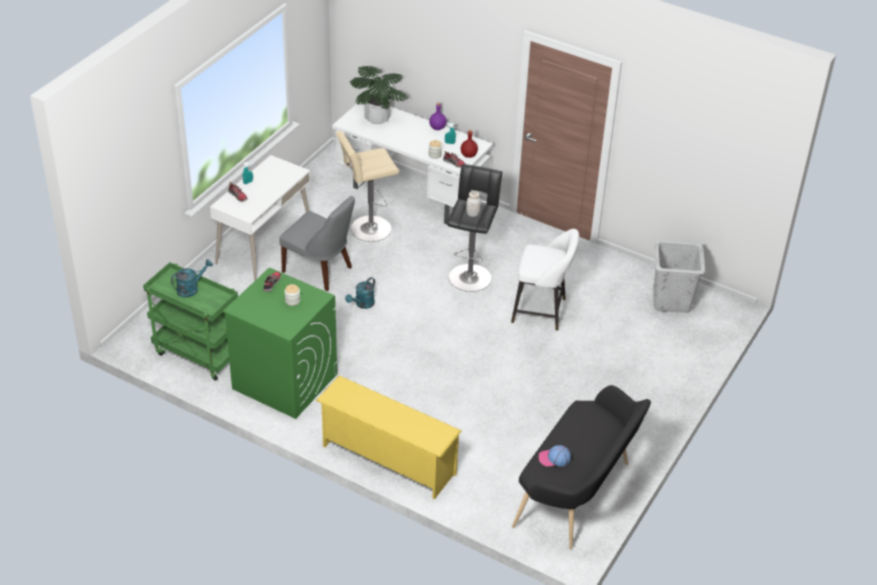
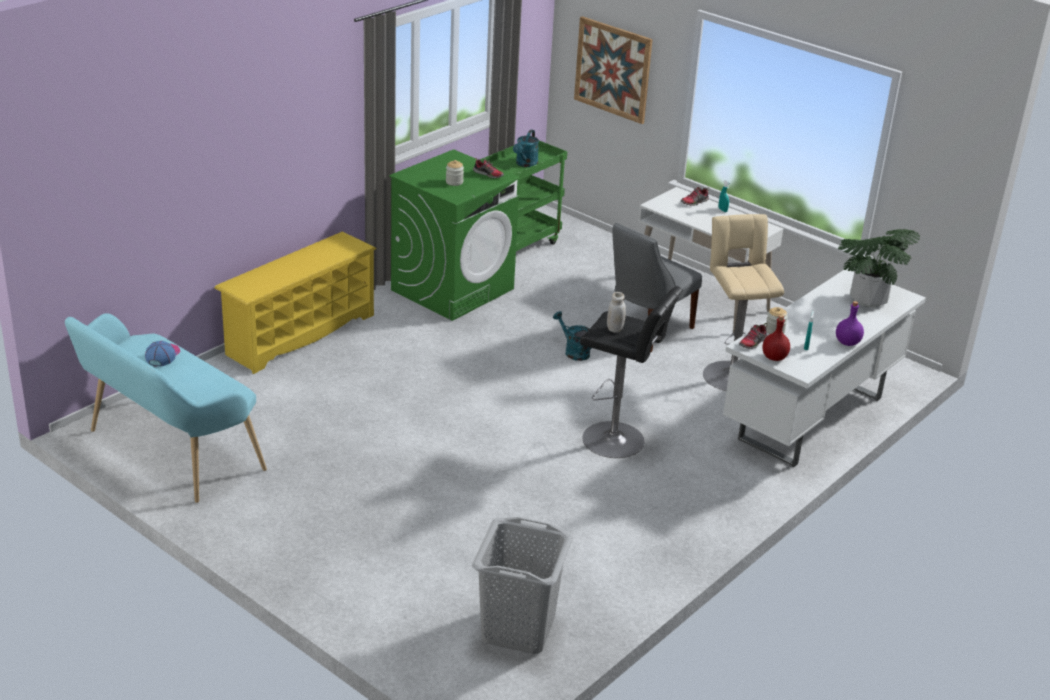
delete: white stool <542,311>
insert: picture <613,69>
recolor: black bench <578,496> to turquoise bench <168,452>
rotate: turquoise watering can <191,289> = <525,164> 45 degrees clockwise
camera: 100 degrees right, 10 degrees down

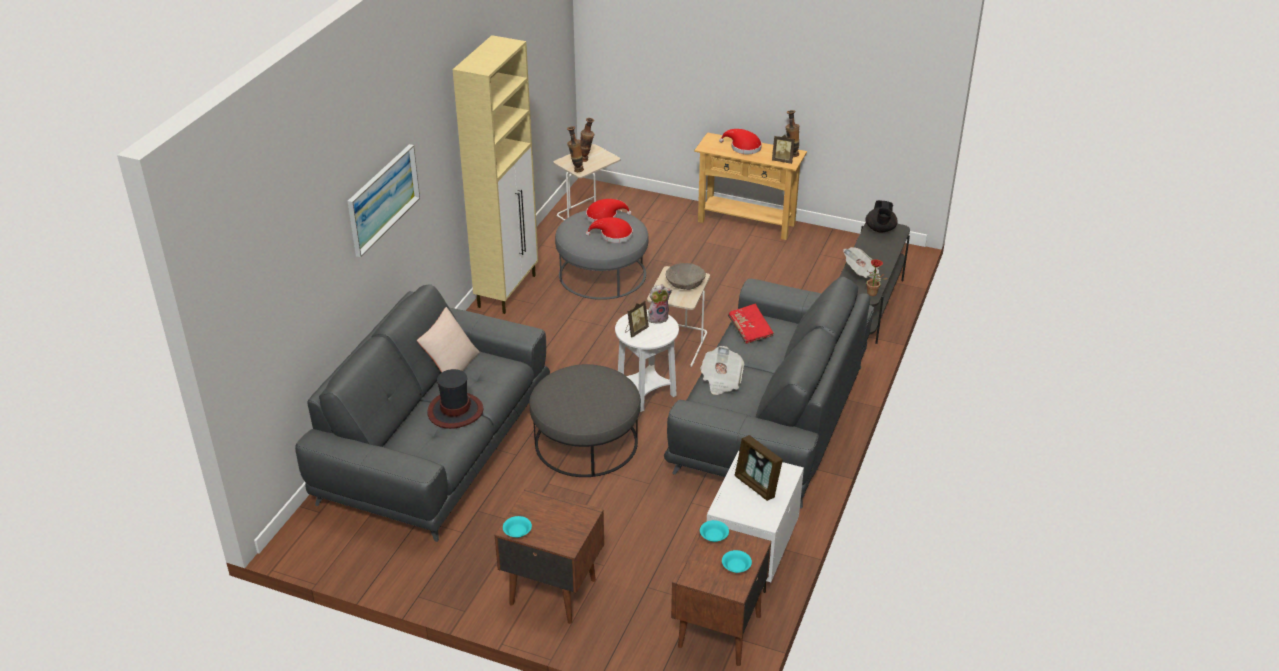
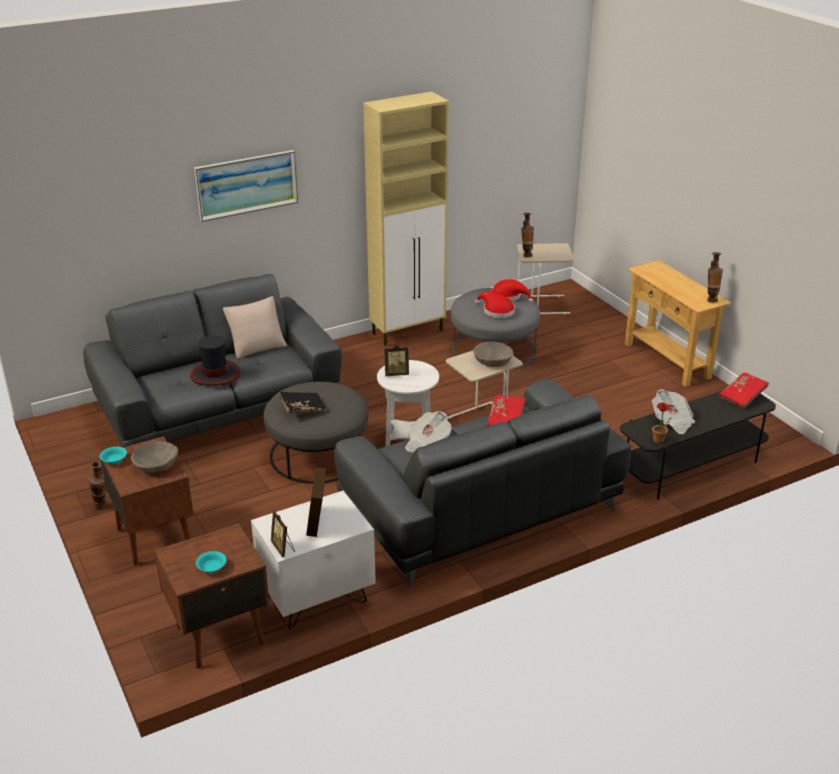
delete: plush toy <658,318>; turquoise bowl <713,536>; red hat <743,147>
insert: beige bowl <156,465>; black book <302,409>
move: vase <586,160> to <102,507>; picture frame <783,160> to <283,548>
replace: black teapot <880,229> to red book <742,396>
camera: 40 degrees right, 5 degrees down

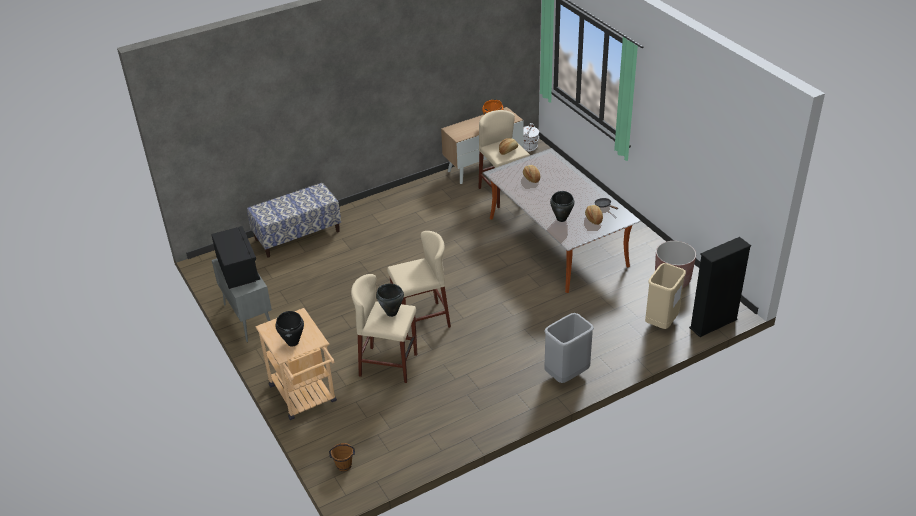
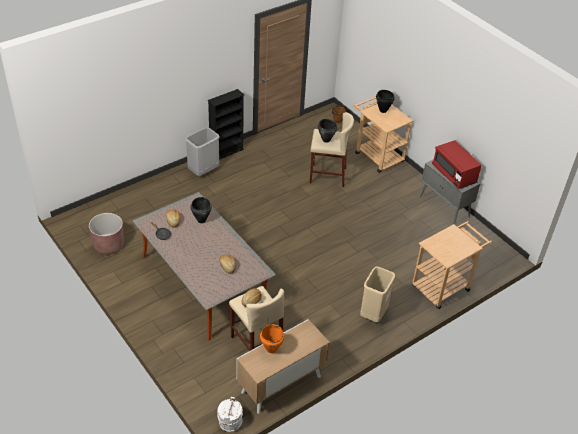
delete: beige stool <421,320>
move: beige trash can <661,322> to <373,314>; black bookcase <713,324> to <226,152>
replace: bench <297,235> to beige cart <444,285>
recolor: black microwave <238,270> to red microwave <454,174>
camera: 170 degrees right, 5 degrees up

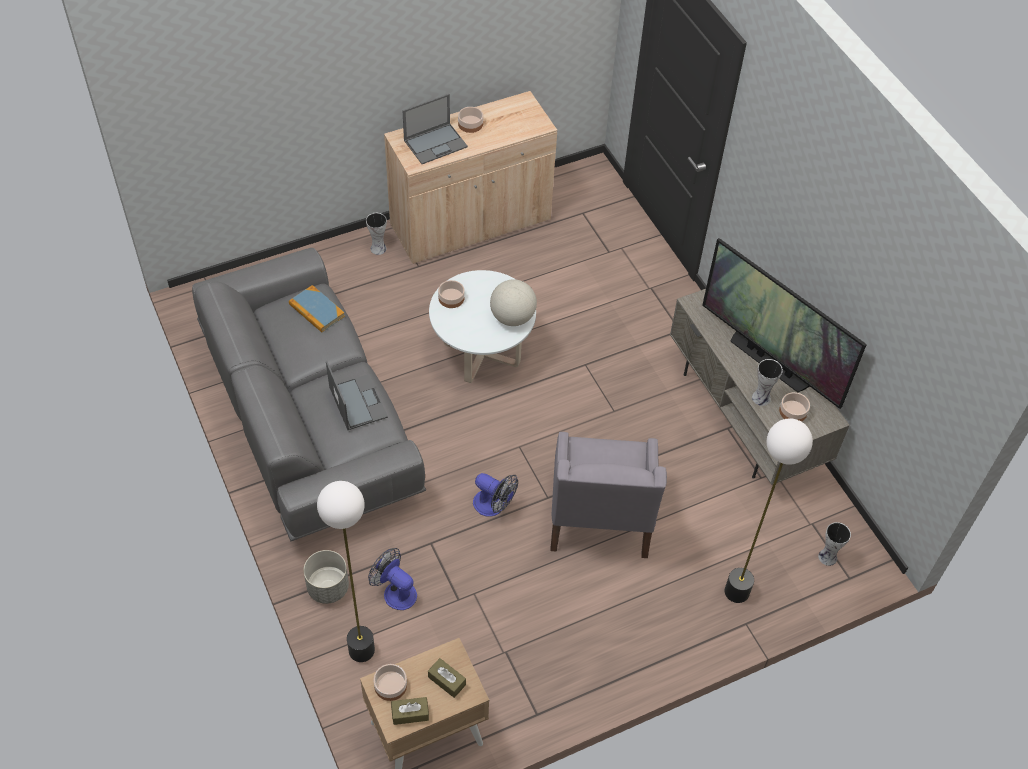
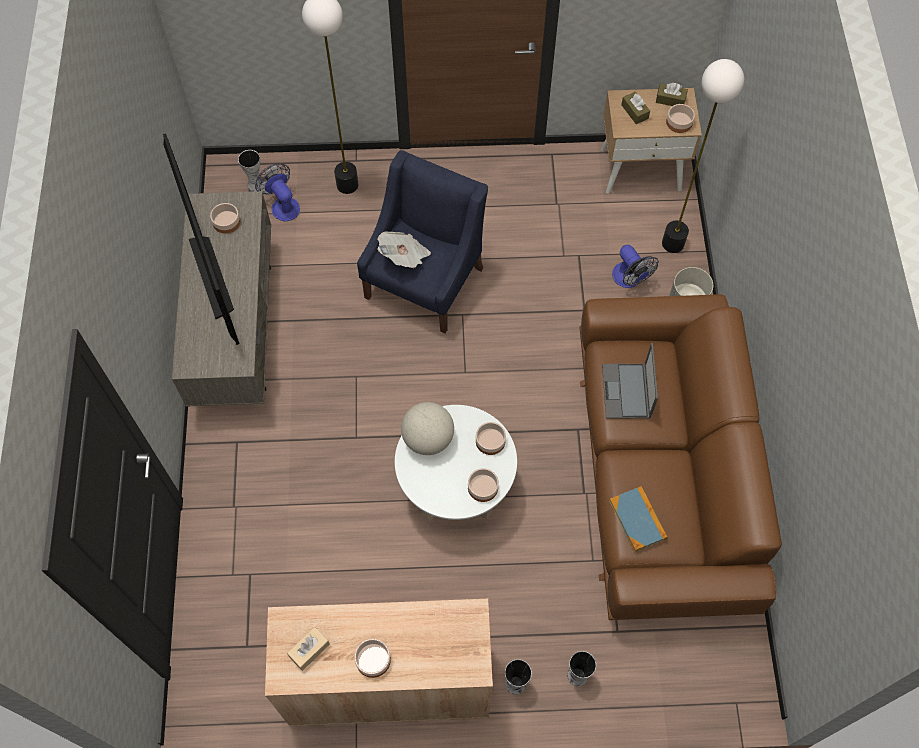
delete: laptop <436,143>
insert: beige tissue box <309,650>; newspaper <404,256>; bowl <490,441>
move: fan <494,506> to <282,205>; vase <762,397> to <576,676>
recolor: grey sofa <309,419> to brown sofa <661,475>; grey armchair <599,517> to blue armchair <425,281>
camera: 155 degrees left, 10 degrees up

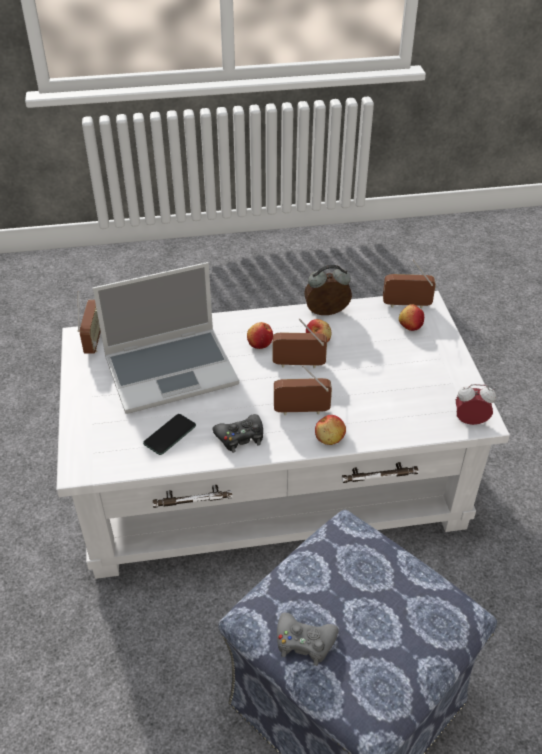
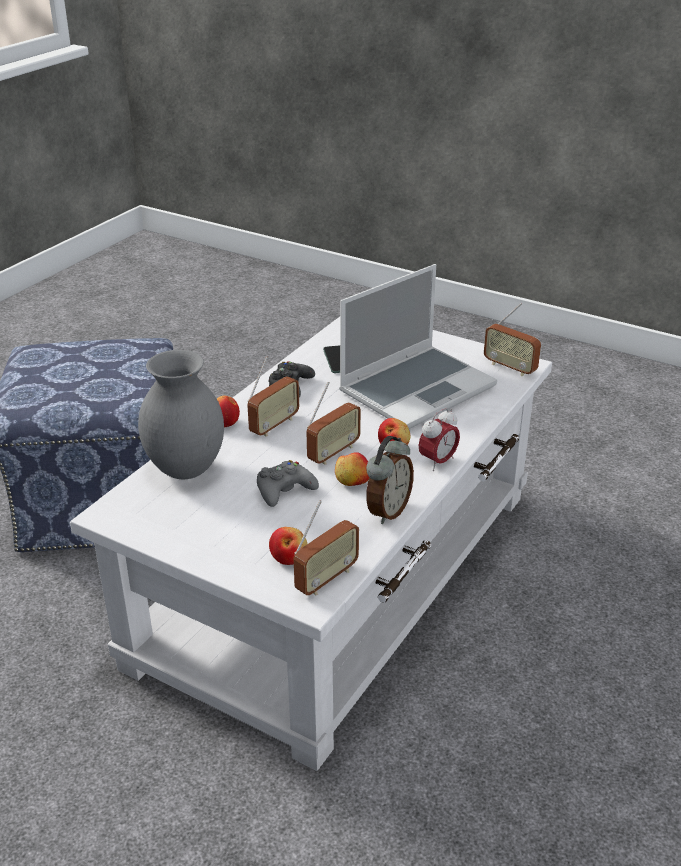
insert: grey vase <187,469>
move: grey game controller <304,642> to <284,490>; alarm clock <470,421> to <438,462>
rotate: laptop <172,370> = <417,388> 150 degrees counterclockwise
camera: 130 degrees right, 10 degrees down

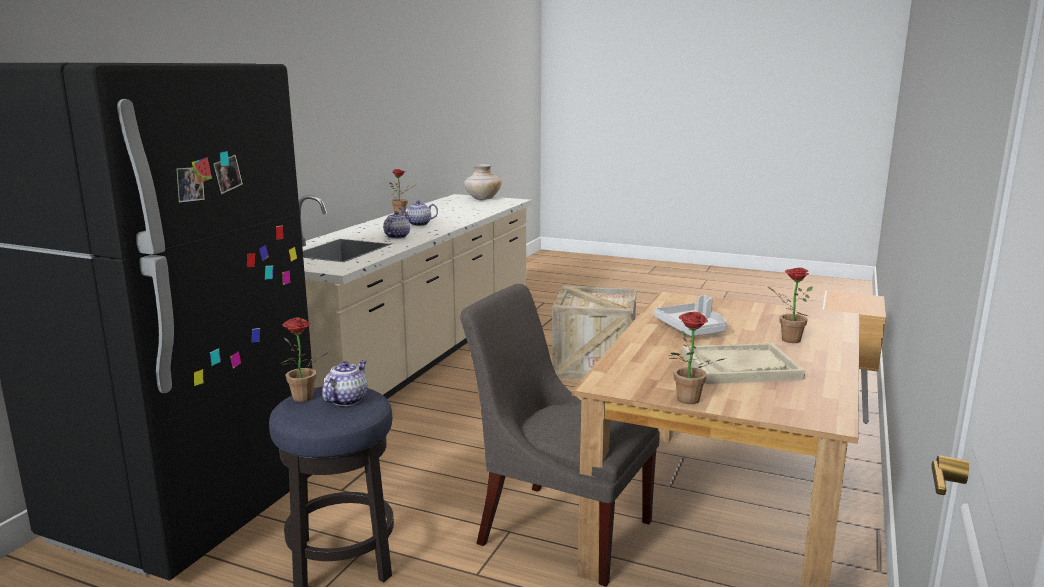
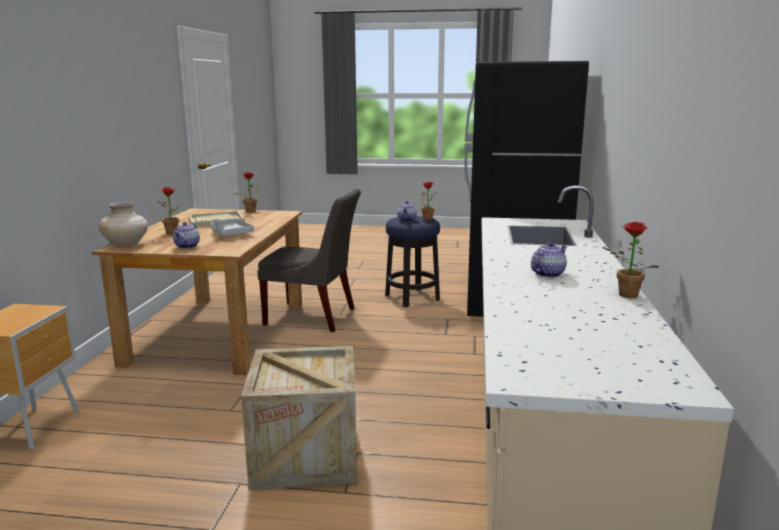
move: teapot <397,236> to <187,246>; beige vase <482,199> to <126,244>
camera: 165 degrees right, 0 degrees up

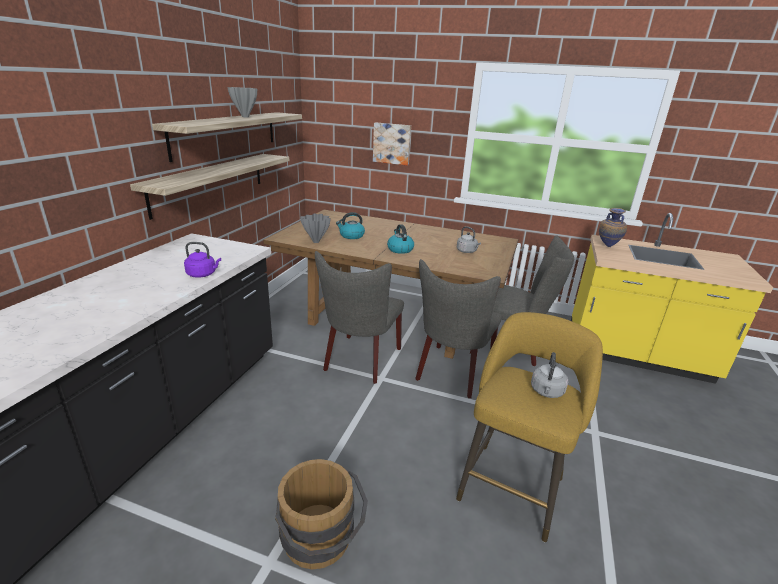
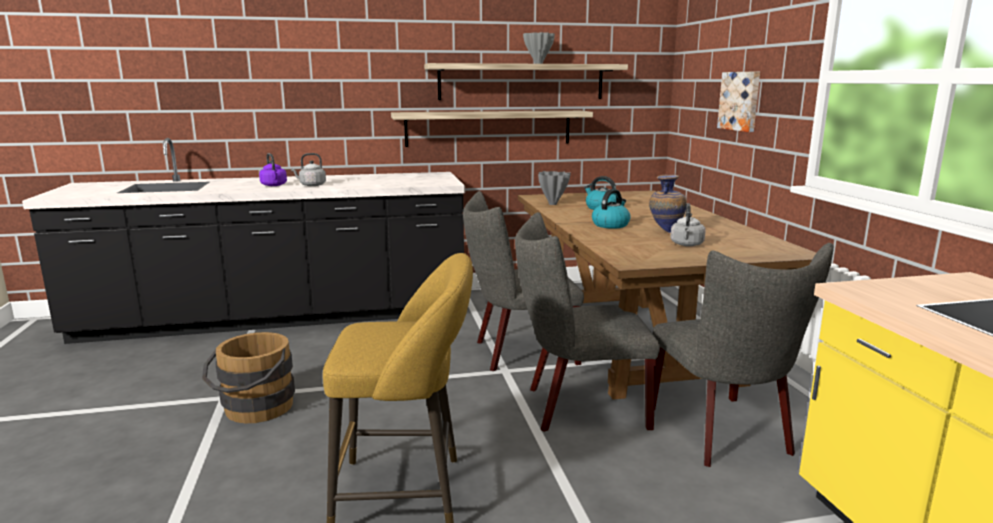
move: purple kettle <203,274> to <274,185>; grey kettle <546,392> to <311,185>; vase <607,247> to <665,231>
camera: 60 degrees right, 10 degrees down

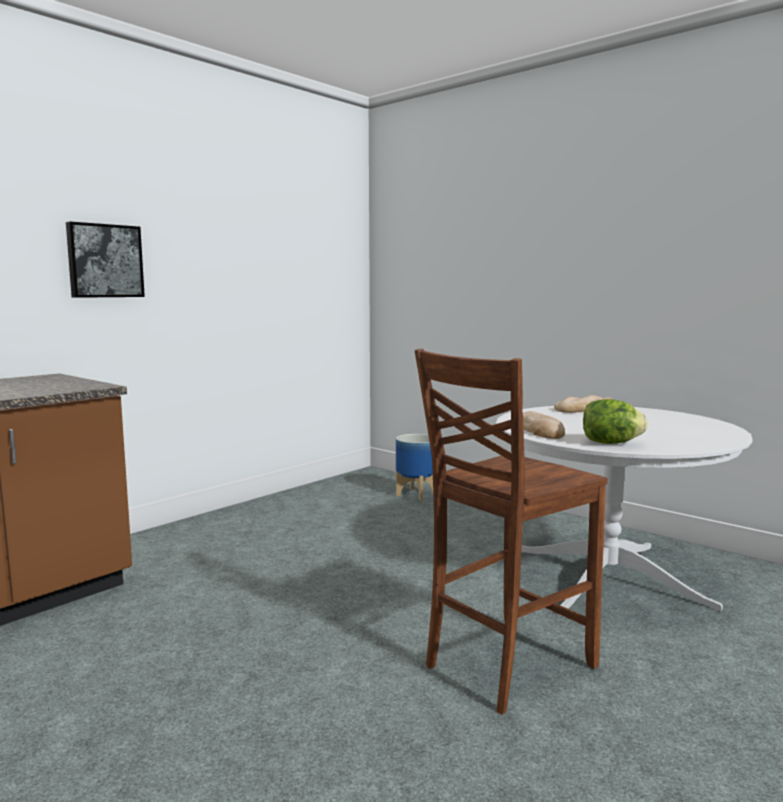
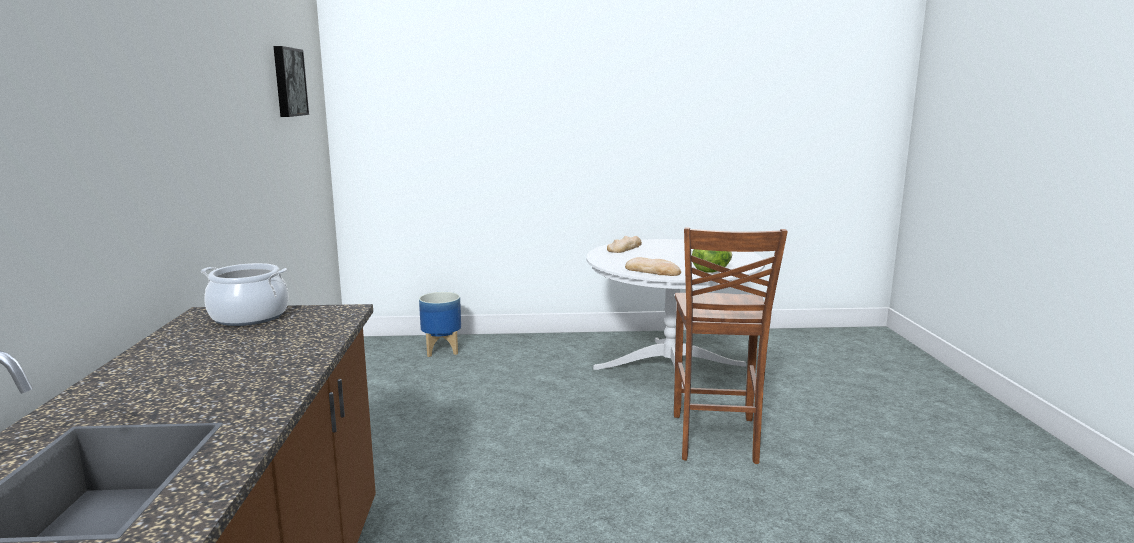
insert: cooking pot <249,316>
move: picture <104,261> to <288,82>
camera: 45 degrees left, 5 degrees up

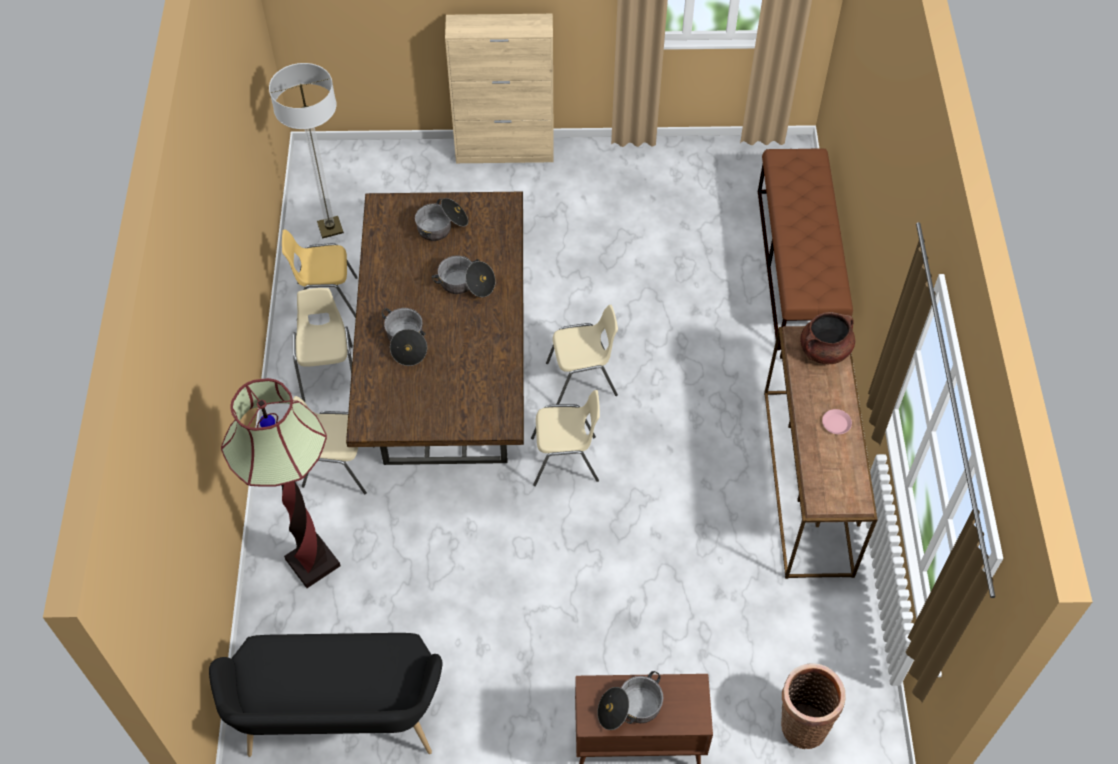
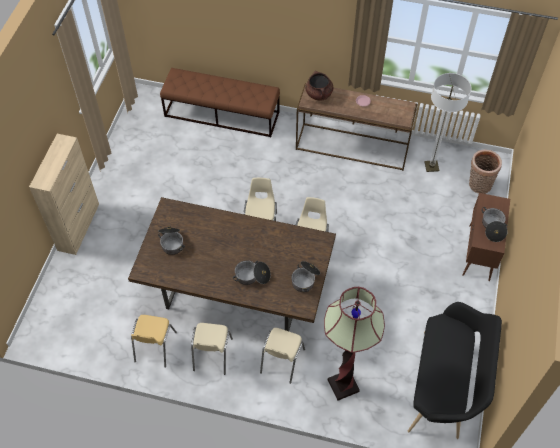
move: floor lamp <330,228> to <431,166>; cooking pot <465,284> to <305,279>
rotate: beige chair <329,373> = <212,355> 90 degrees counterclockwise
camera: 75 degrees left, 0 degrees up

